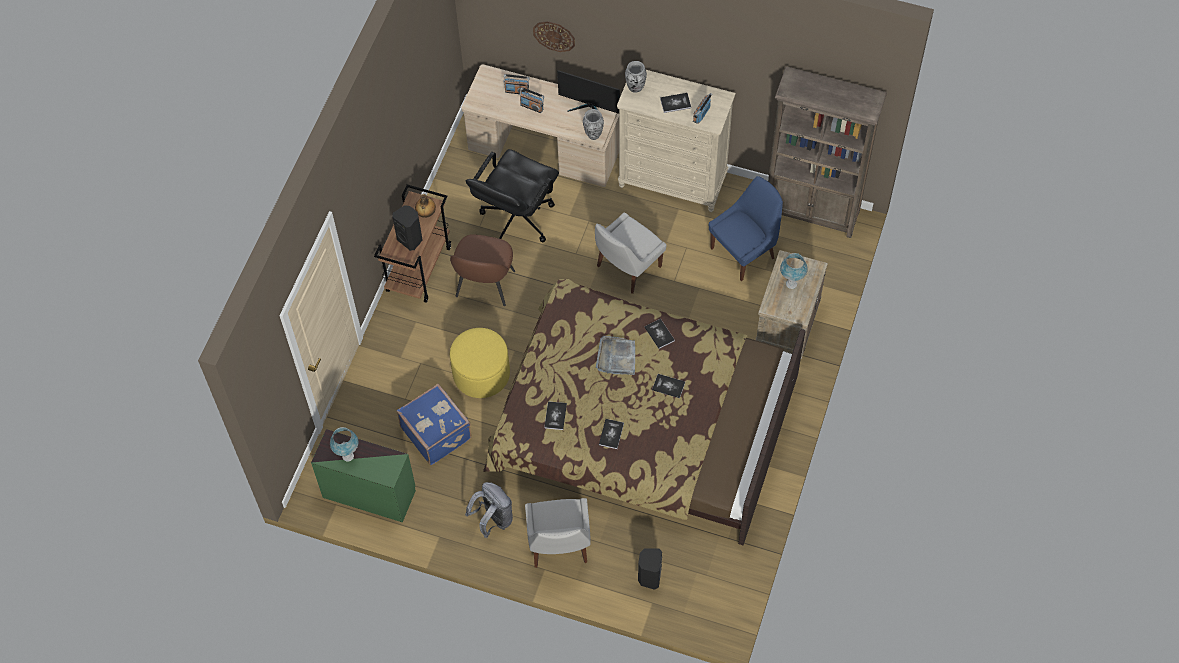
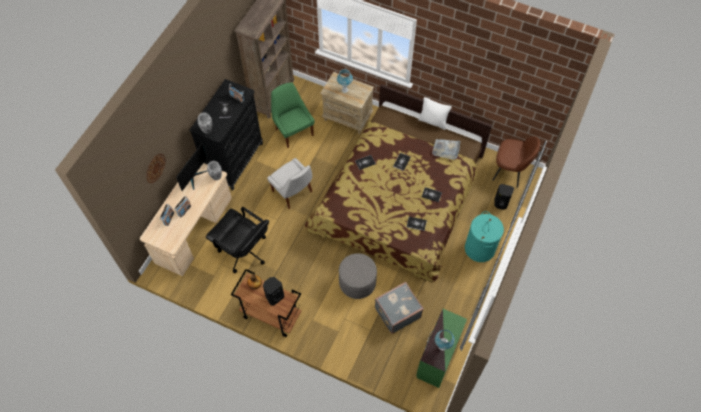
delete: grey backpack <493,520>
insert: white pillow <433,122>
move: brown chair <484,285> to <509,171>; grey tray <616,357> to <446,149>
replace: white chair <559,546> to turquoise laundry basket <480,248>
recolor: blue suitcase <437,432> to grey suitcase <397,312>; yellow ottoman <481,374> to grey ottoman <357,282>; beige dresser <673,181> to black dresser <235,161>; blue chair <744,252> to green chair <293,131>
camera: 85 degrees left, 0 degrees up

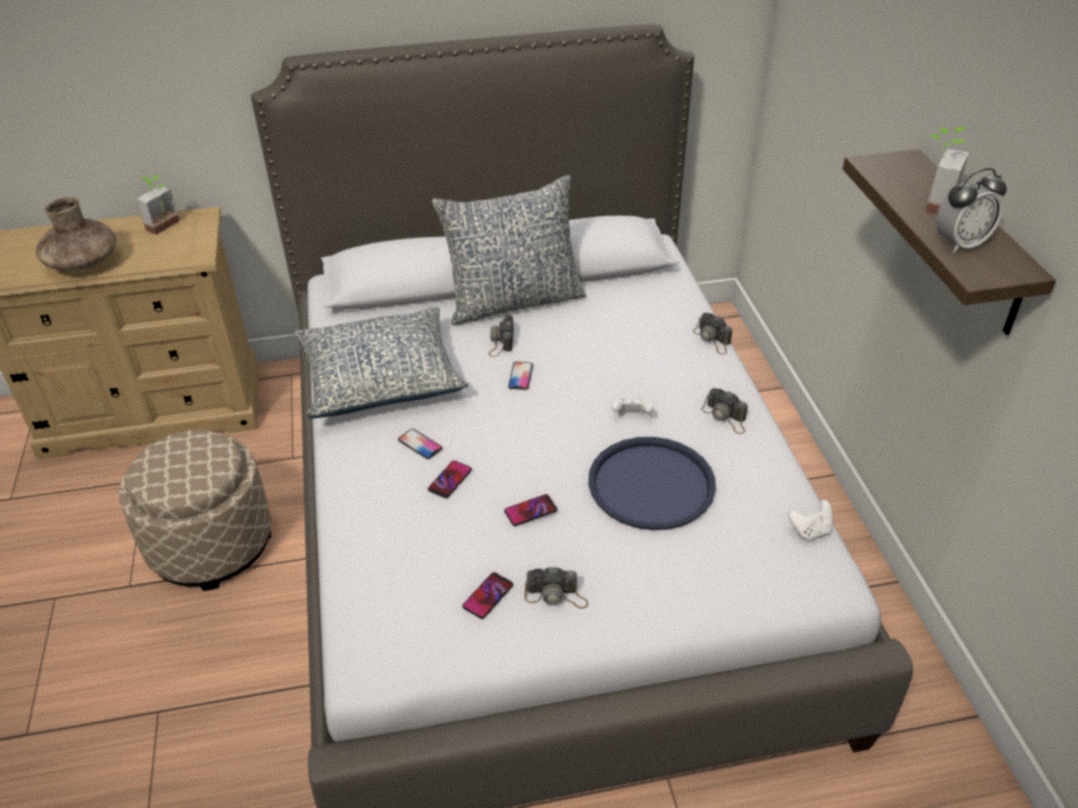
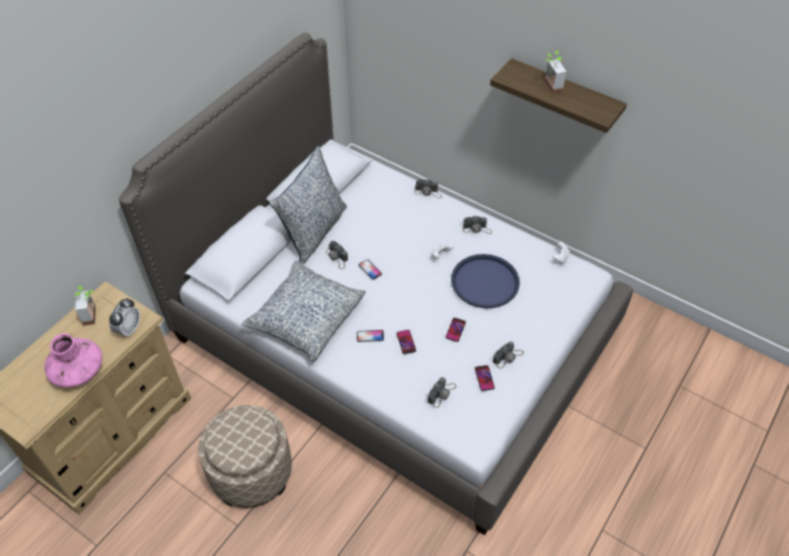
insert: photo camera <441,393>
move: alarm clock <960,244> to <129,329>
recolor: brown vase <83,263> to pink vase <78,371>
camera: 45 degrees left, 10 degrees up

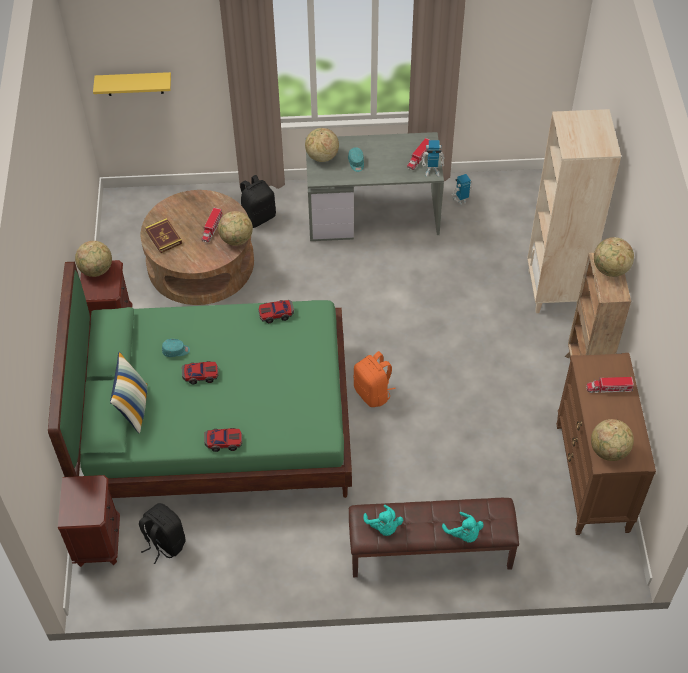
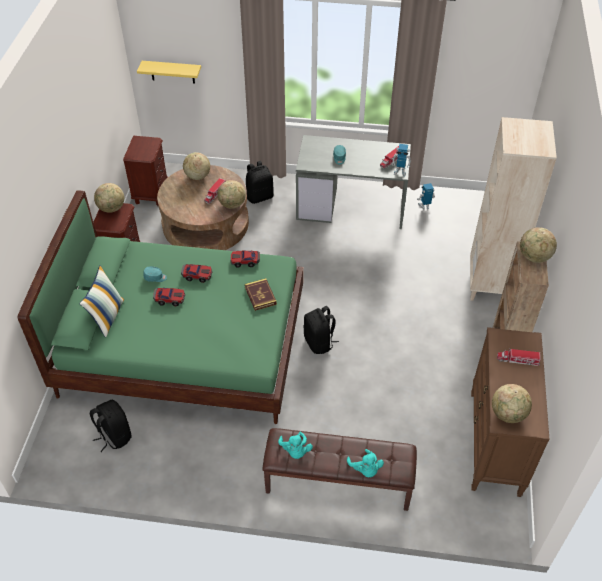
move: brown nightstand <98,542> to <151,193>; book <164,237> to <260,296>; toy car <224,441> to <197,275>; globe <322,156> to <197,176>
recolor: orange backpack <373,393> to black backpack <319,343>
camera: 10 degrees right, 5 degrees down

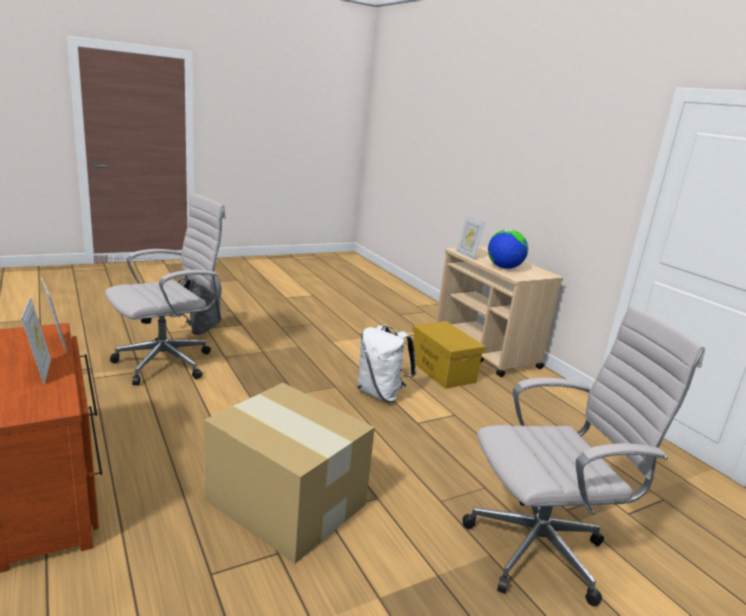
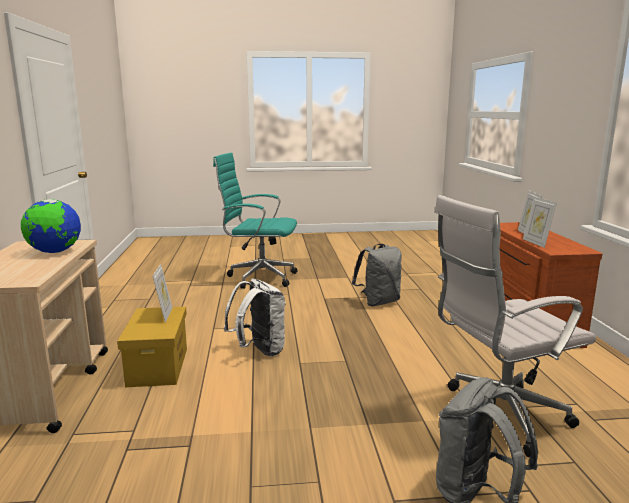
move: picture frame <467,255> to <164,315>
replace: cardboard box <287,503> to grey backpack <378,302>
recolor: white office chair <543,550> to turquoise office chair <258,277>
camera: 155 degrees left, 5 degrees down

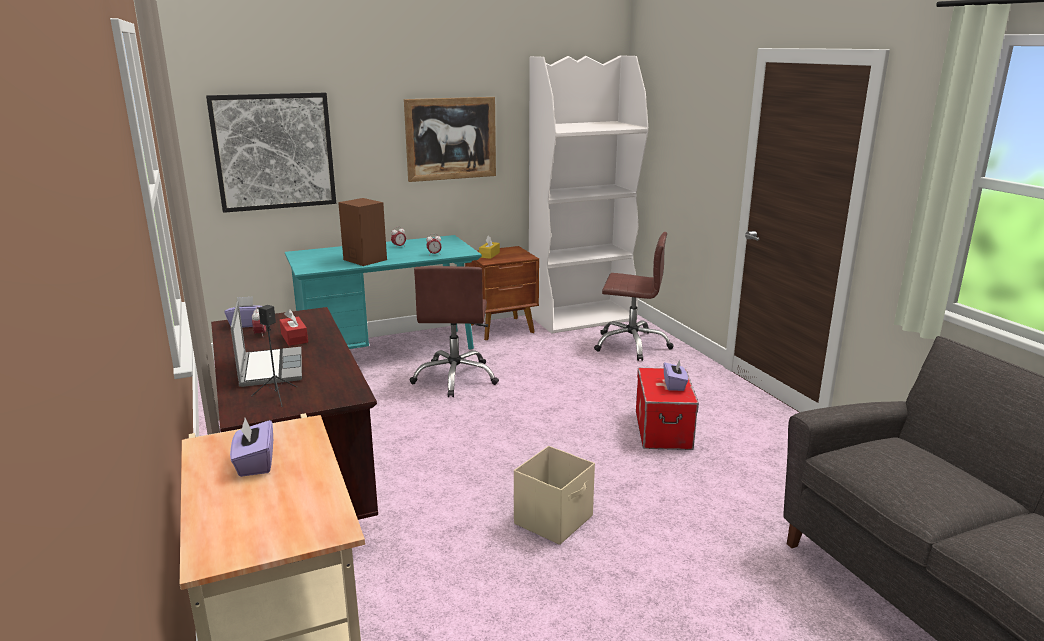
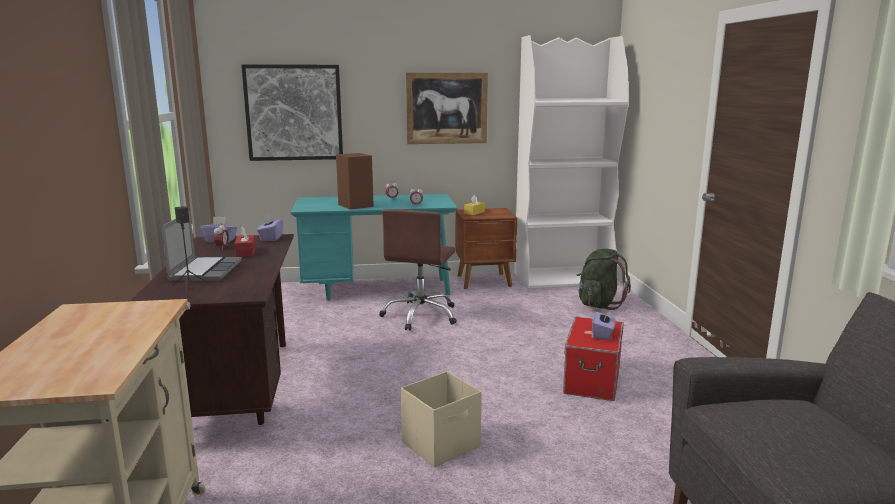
move: purple tissue box <255,463> to <271,238>
replace: brown office chair <631,344> to green backpack <598,304>
camera: 15 degrees right, 5 degrees down

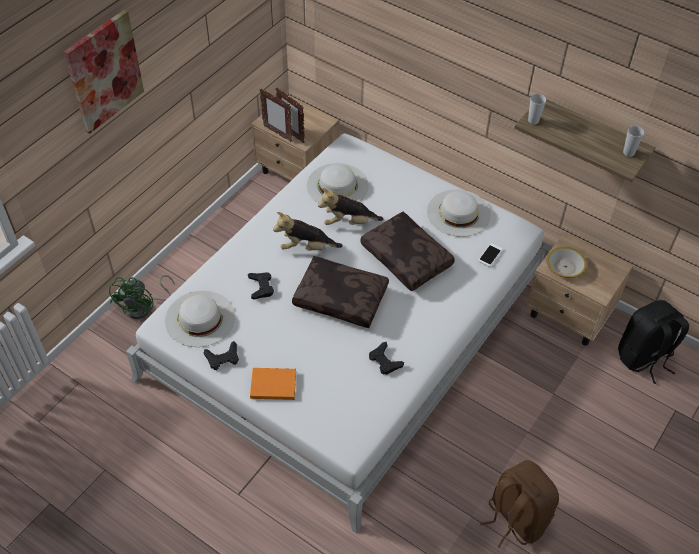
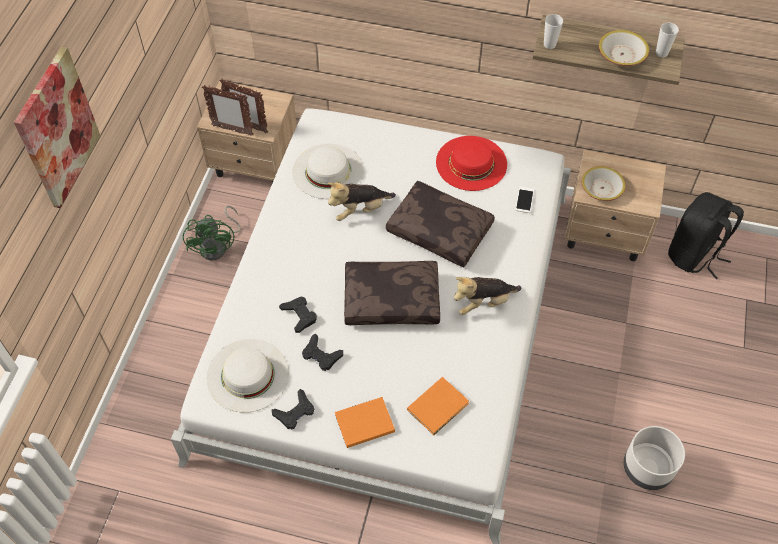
insert: orange book <439,406>; bowl <621,54>
move: green fan <144,307> to <218,246>; plush toy <306,247> to <483,302>; black game controller <384,361> to <321,355>
replace: brown backpack <515,518> to grey planter <646,468>
recolor: white hat <458,213> to red hat <471,163>
camera: 20 degrees left, 5 degrees up

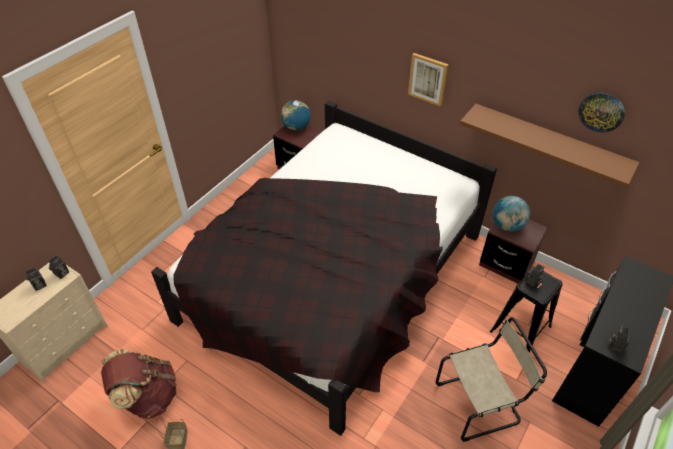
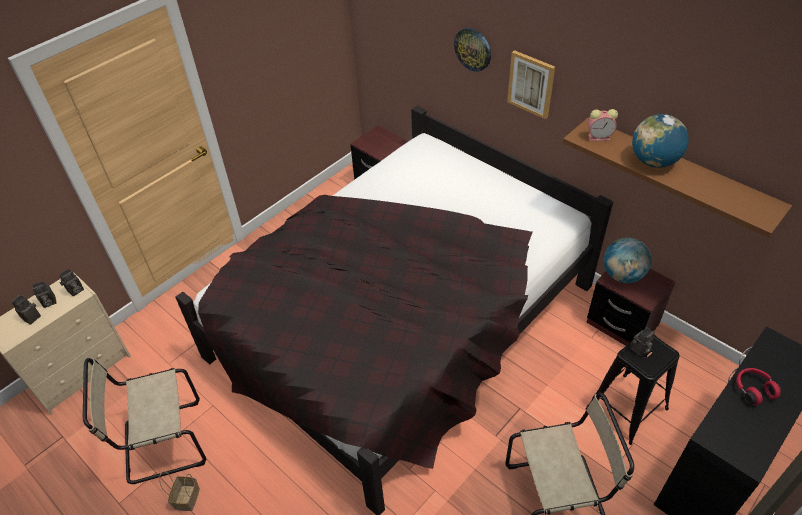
insert: alarm clock <599,137>; red headphones <753,389>
move: globe <296,127> to <653,161>; wall clock <601,112> to <473,49>; photo camera <615,345> to <31,317>
replace: brown backpack <148,396> to beige chair <162,443>
camera: 10 degrees right, 0 degrees up

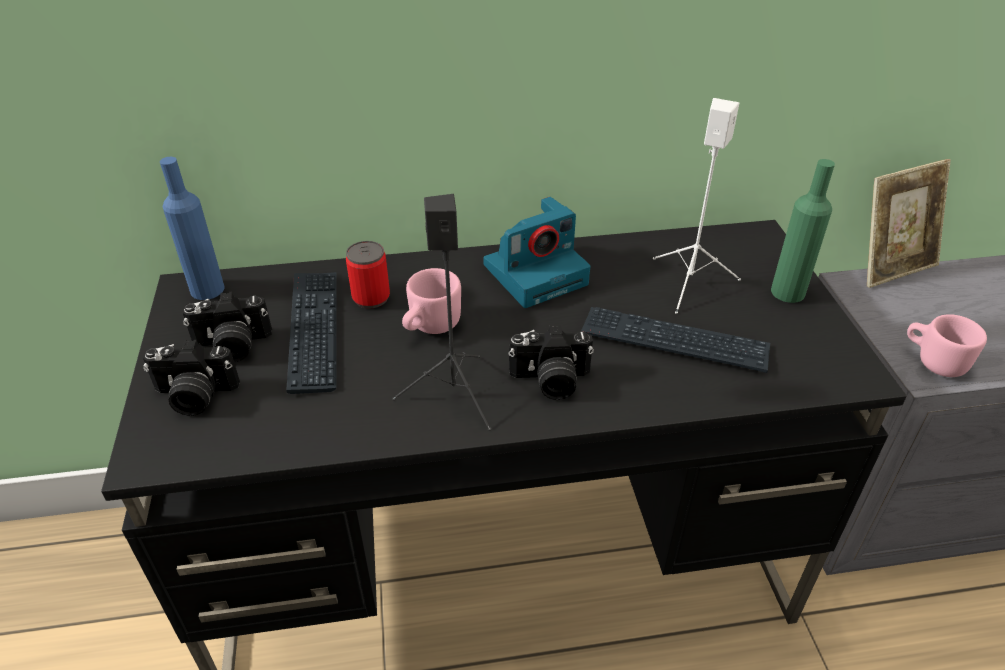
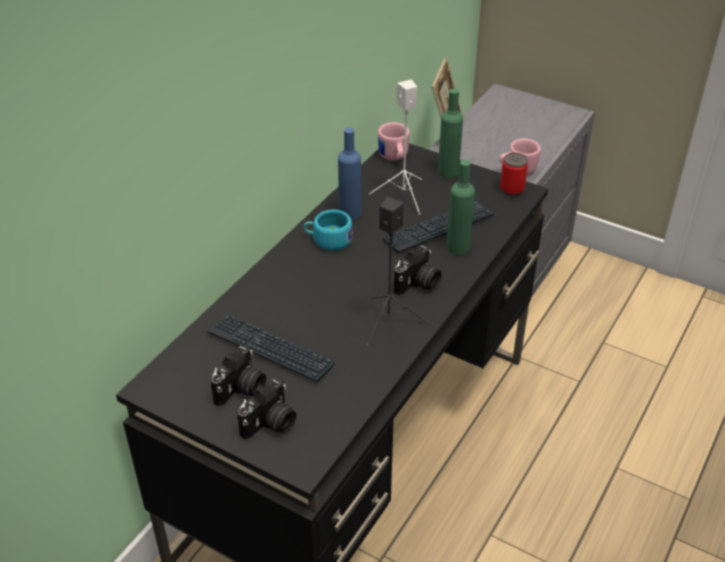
insert: green bottle <458,247>
move: blue bottle <207,289> to <350,213>; can <371,298> to <511,189>; pink mug <429,326> to <394,157>
replace: photo camera <536,273> to turquoise cup <328,240>
camera: 50 degrees left, 0 degrees up

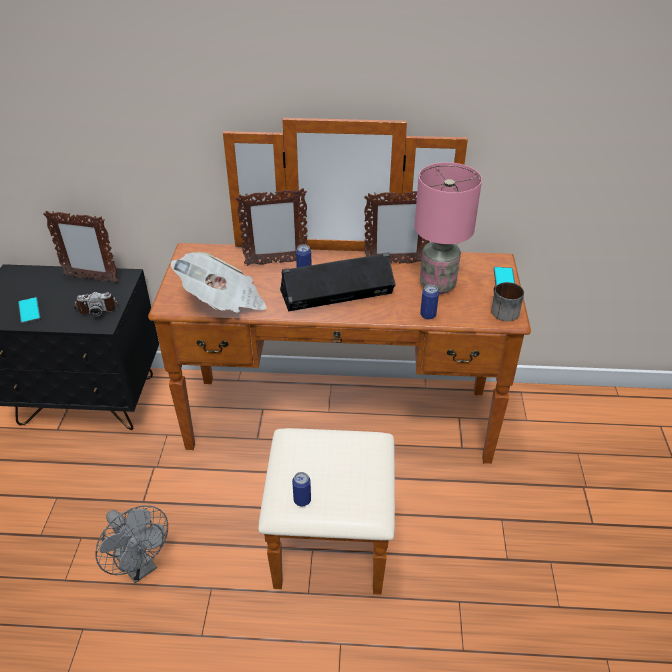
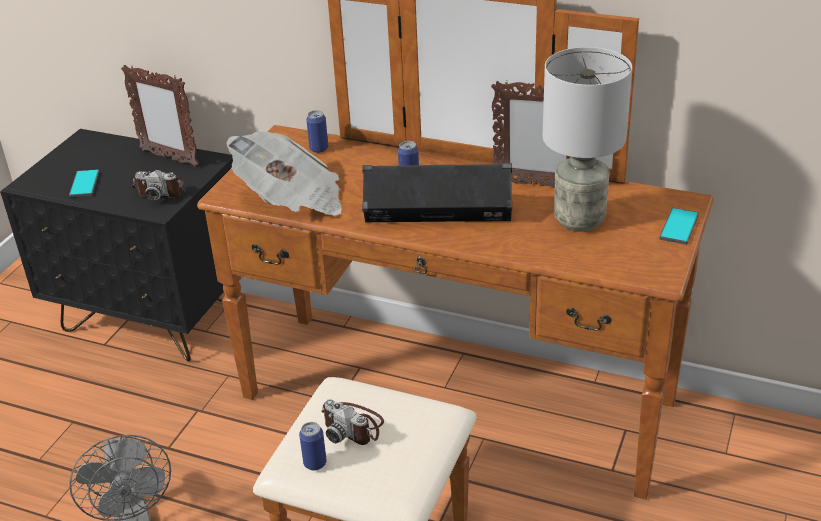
delete: picture frame <275,262>; mug <501,310>
insert: photo camera <353,426>
move: can <428,315> to <319,149>
recolor: pink table lamp <436,285> to grey table lamp <578,219>
camera: 20 degrees right, 5 degrees down

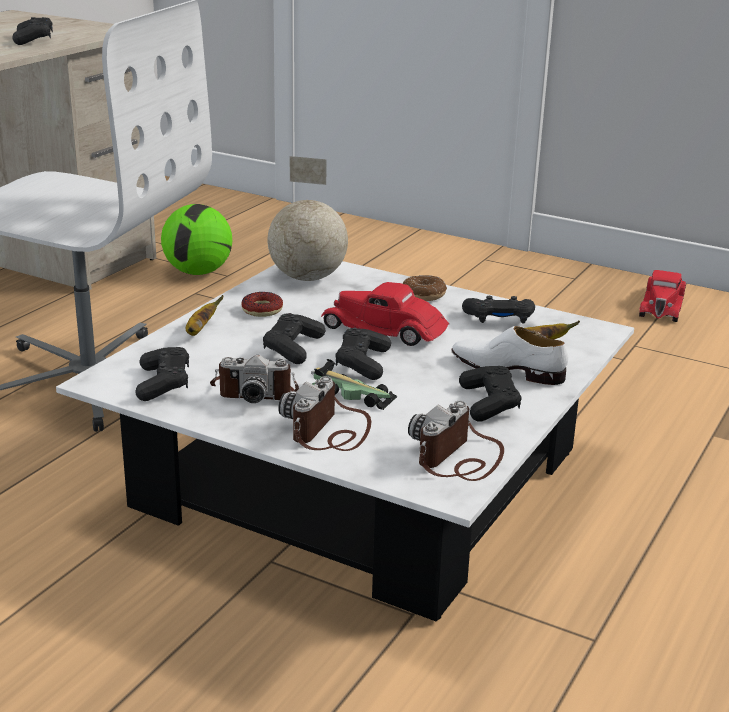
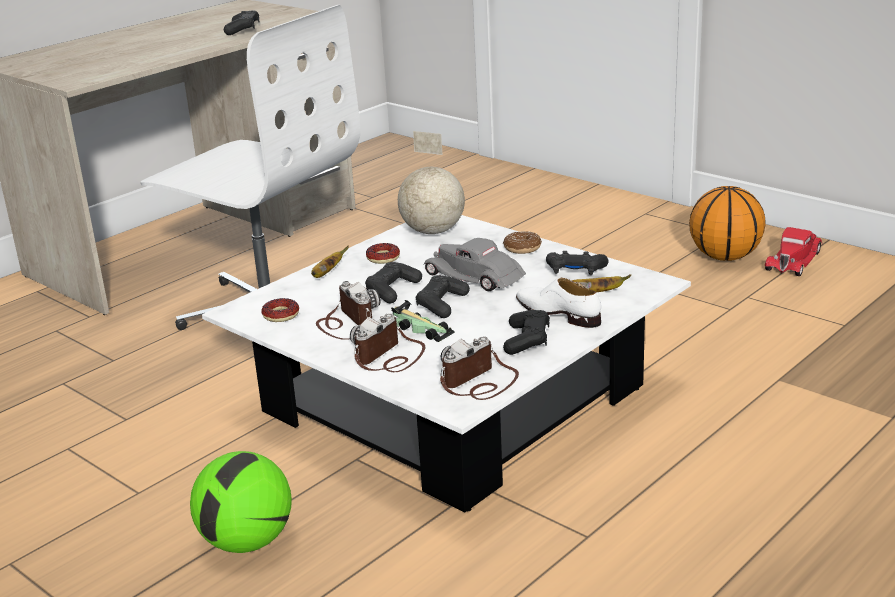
insert: basketball <725,257>
move: football <198,272> to <246,542>
replace: black game controller <163,384> to donut <280,315>
recolor: red toy car <385,329> to grey toy car <475,276>
rotate: photo camera <255,391> = <347,323> 135 degrees counterclockwise
camera: 15 degrees right, 0 degrees up

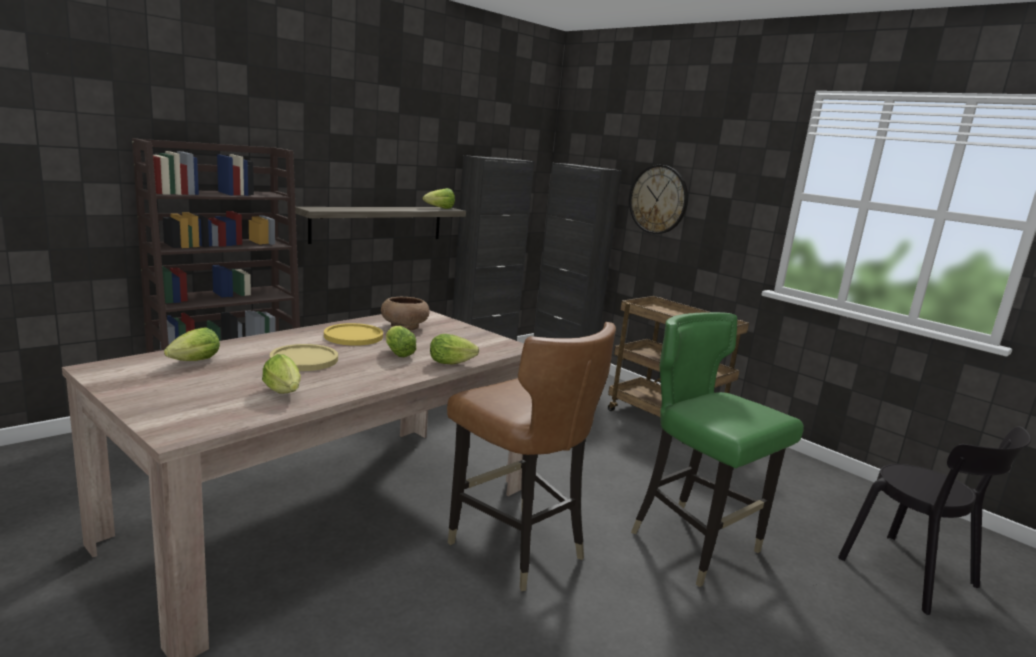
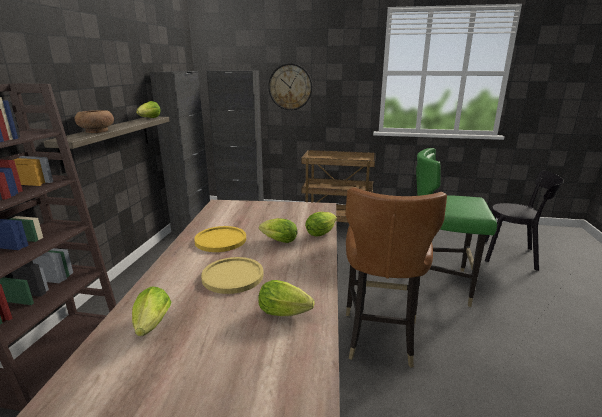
move: brown bowl <404,326> to <96,131>
rotate: brown chair <516,547> = <379,337> 90 degrees clockwise
camera: 35 degrees left, 5 degrees up

